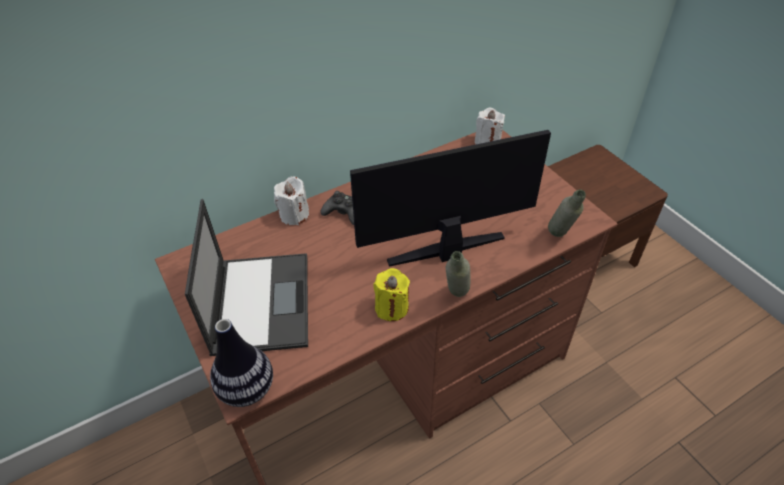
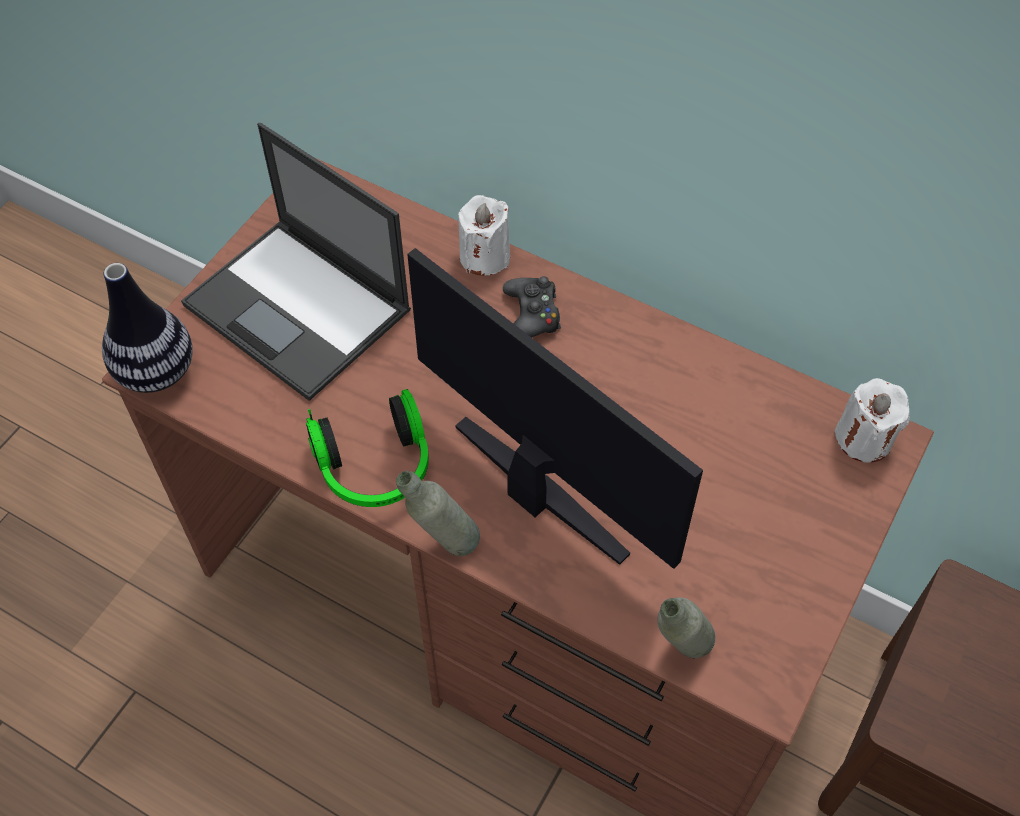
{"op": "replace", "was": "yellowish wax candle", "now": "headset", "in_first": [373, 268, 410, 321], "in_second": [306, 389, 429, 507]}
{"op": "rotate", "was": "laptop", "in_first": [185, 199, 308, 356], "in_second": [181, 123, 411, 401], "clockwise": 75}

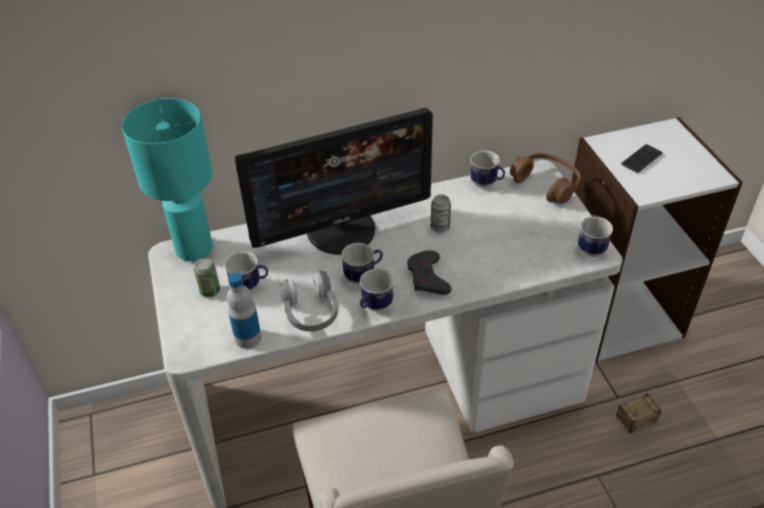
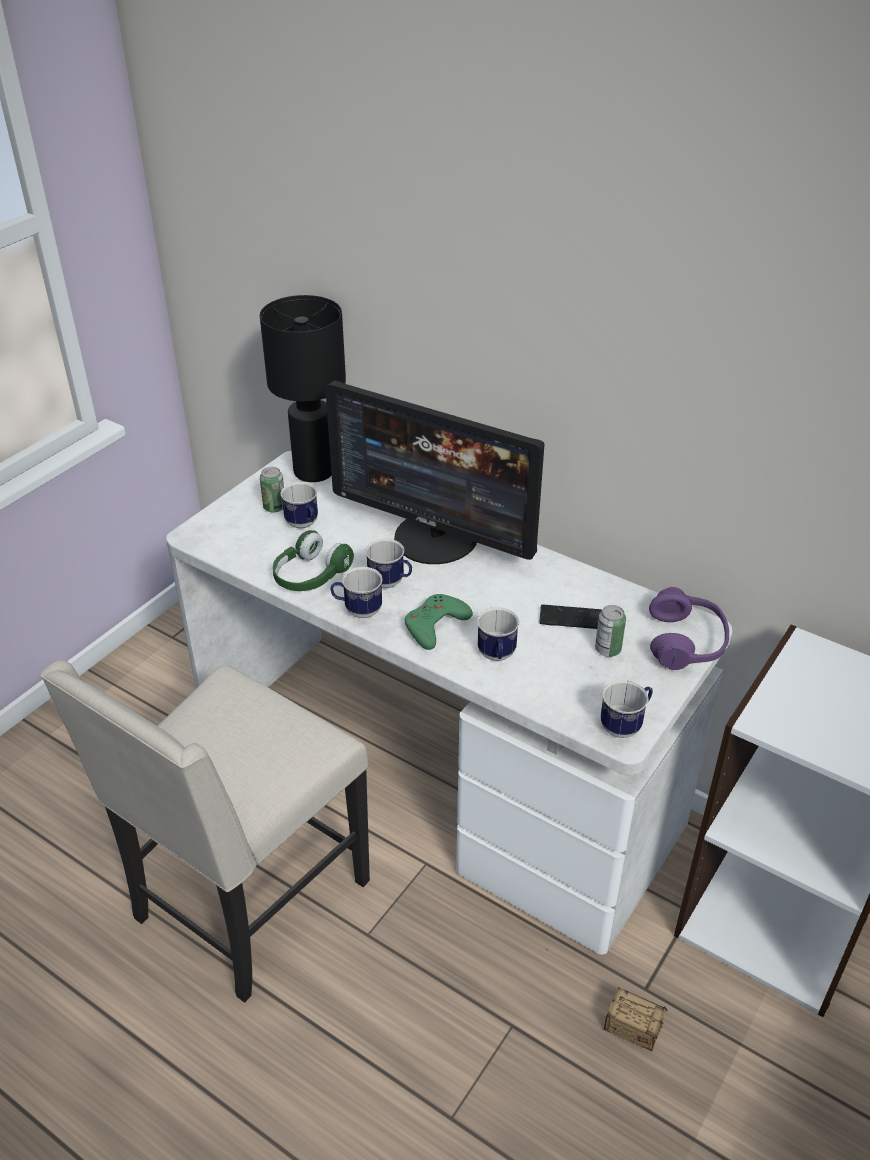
{"op": "delete", "was": "beverage bottle", "in_first": [227, 272, 262, 349]}
{"op": "move", "was": "sealed can", "in_first": [431, 195, 451, 233], "in_second": [595, 605, 626, 657]}
{"op": "move", "was": "coffee mug", "in_first": [470, 150, 505, 188], "in_second": [477, 607, 519, 661]}
{"op": "move", "was": "phone", "in_first": [621, 144, 663, 173], "in_second": [539, 604, 602, 629]}
{"op": "recolor", "was": "turquoise-coloured lamp for a table", "now": "blackish lamp for a table", "in_first": [122, 98, 213, 261], "in_second": [260, 295, 346, 482]}
{"op": "recolor", "was": "grey headset", "now": "green headset", "in_first": [280, 271, 338, 332], "in_second": [273, 530, 354, 591]}
{"op": "recolor", "was": "grey game controller", "now": "green game controller", "in_first": [407, 250, 451, 295], "in_second": [405, 594, 473, 650]}
{"op": "recolor", "was": "brown-coloured headset", "now": "purple-coloured headset", "in_first": [510, 153, 581, 204], "in_second": [649, 587, 729, 670]}

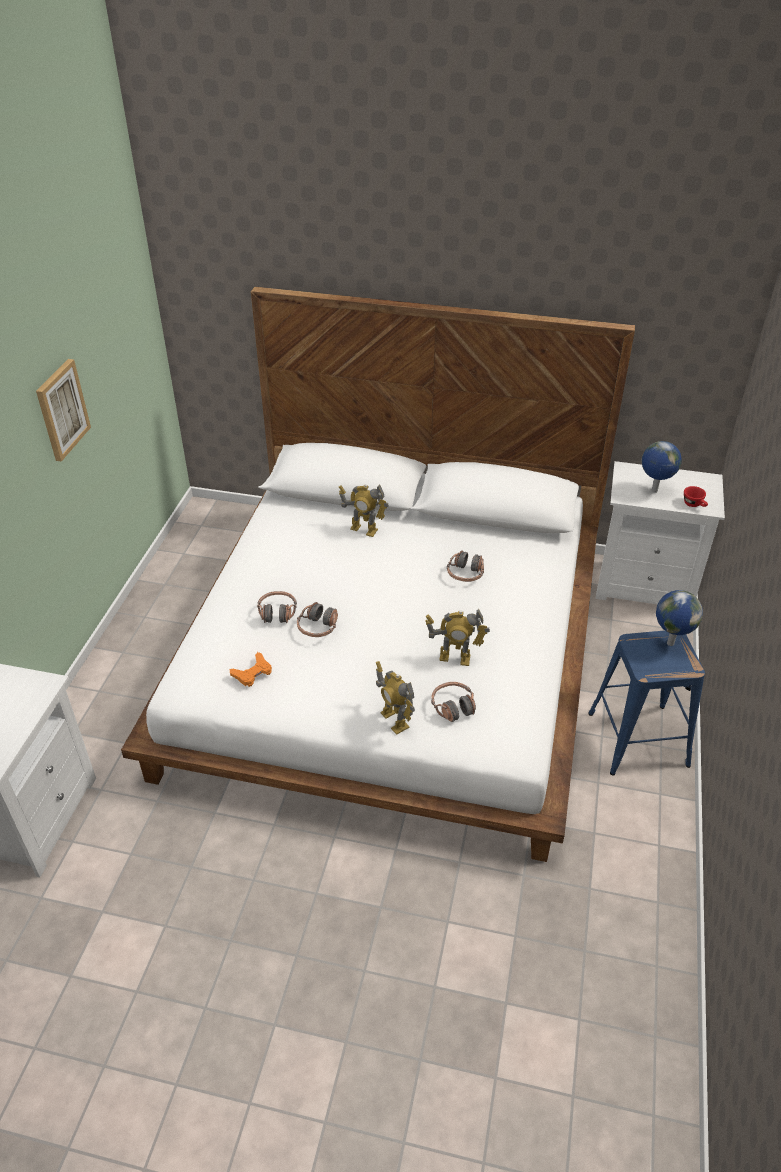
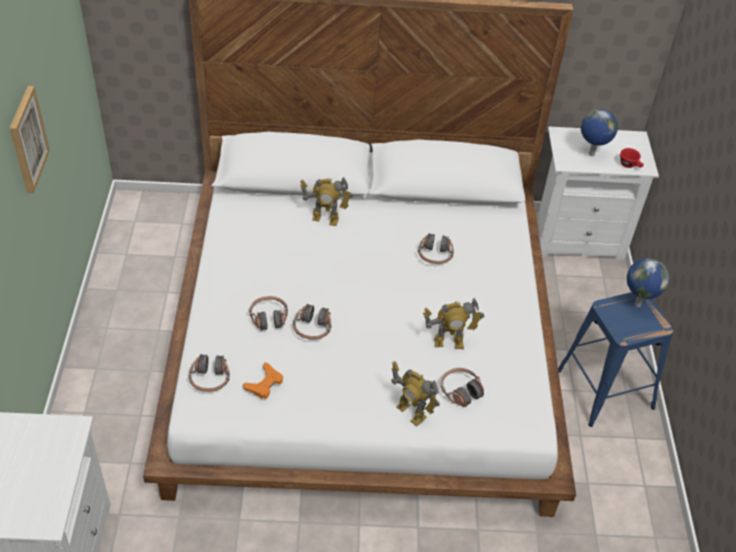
{"op": "insert", "now": "headset", "in_second": [188, 354, 230, 392]}

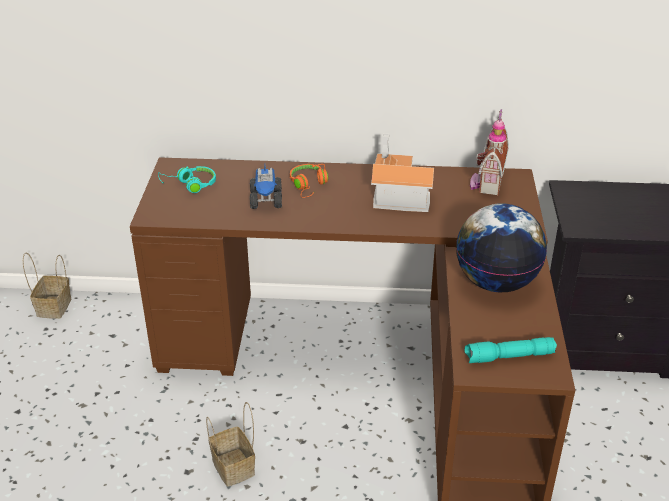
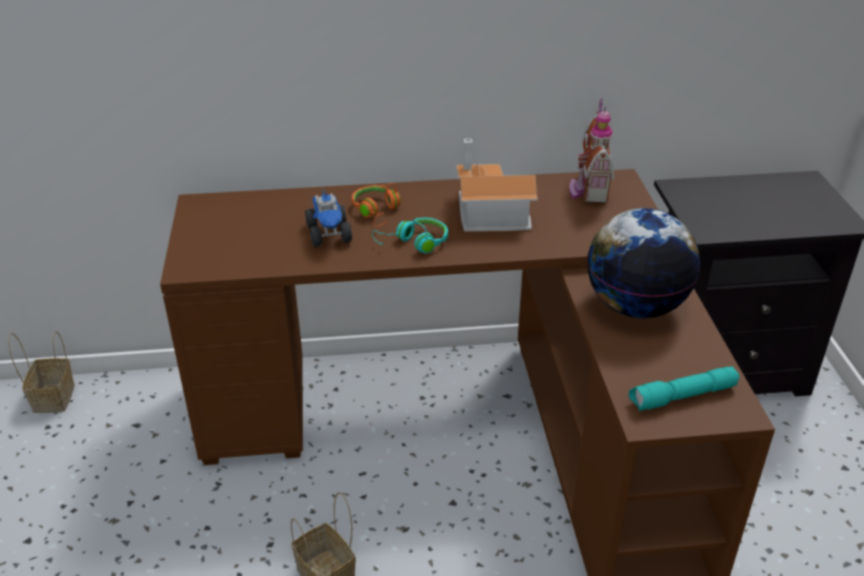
{"op": "move", "was": "turquoise-coloured headset", "in_first": [158, 166, 216, 193], "in_second": [372, 218, 448, 253]}

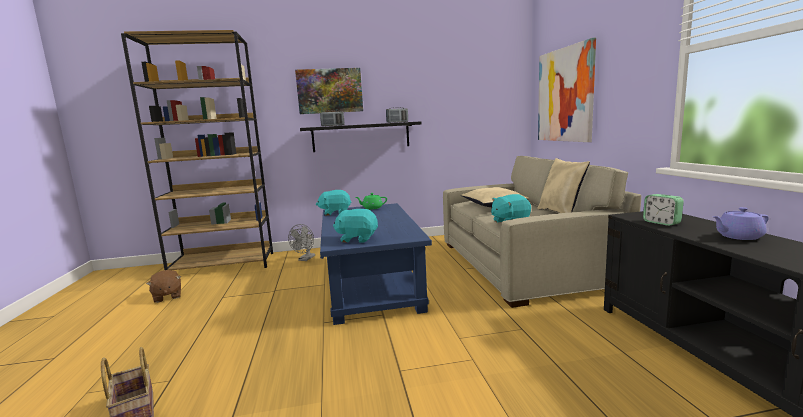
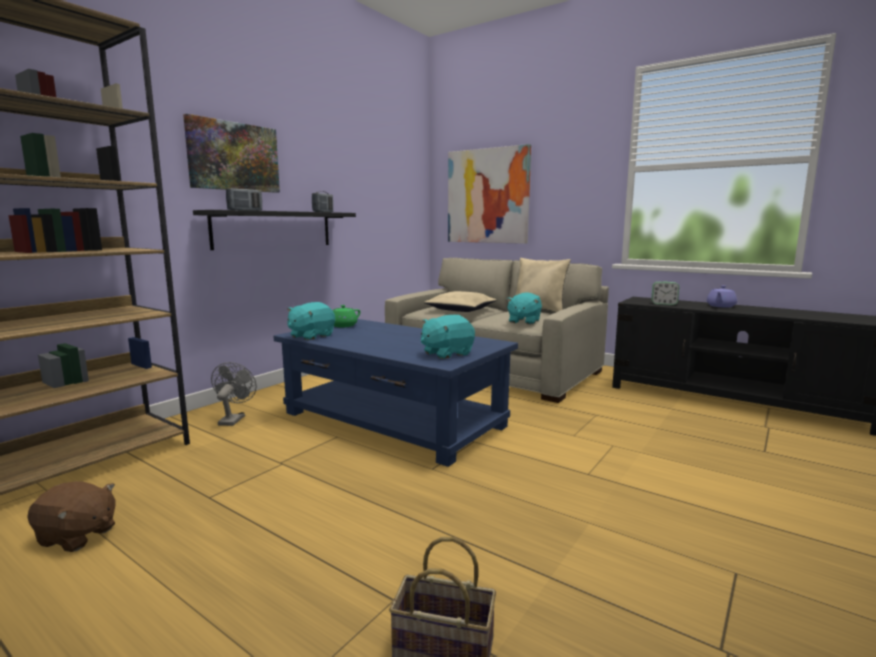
{"op": "rotate", "was": "grey electric fan", "in_first": [288, 224, 315, 261], "in_second": [211, 362, 256, 426], "clockwise": -150}

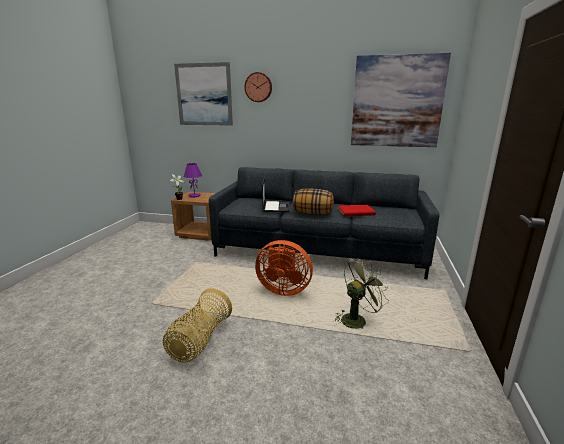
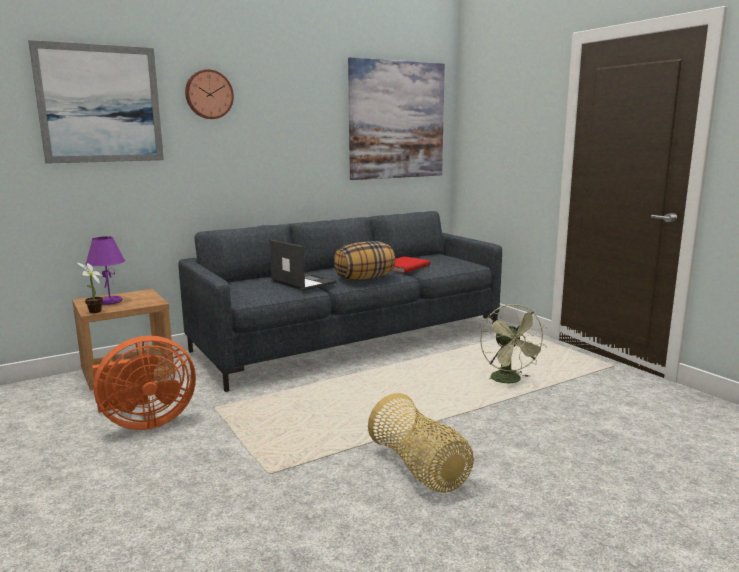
{"op": "move", "was": "orange electric fan", "in_first": [255, 240, 313, 296], "in_second": [92, 336, 196, 430]}
{"op": "rotate", "was": "green electric fan", "in_first": [334, 258, 388, 329], "in_second": [480, 304, 547, 385], "clockwise": 150}

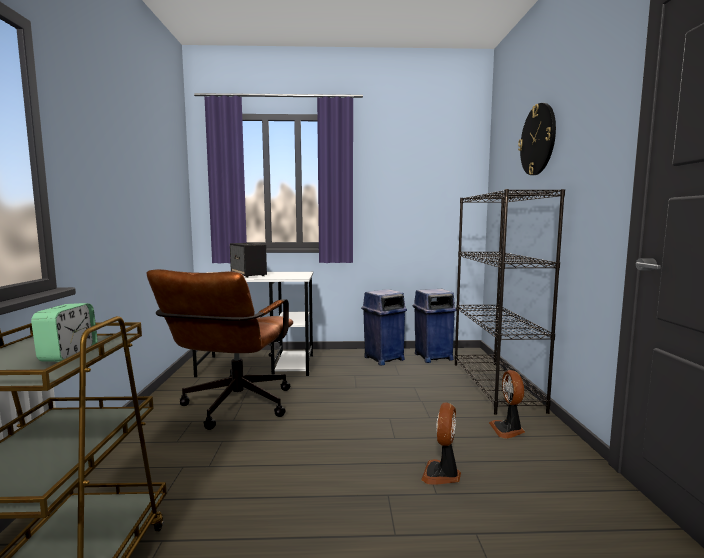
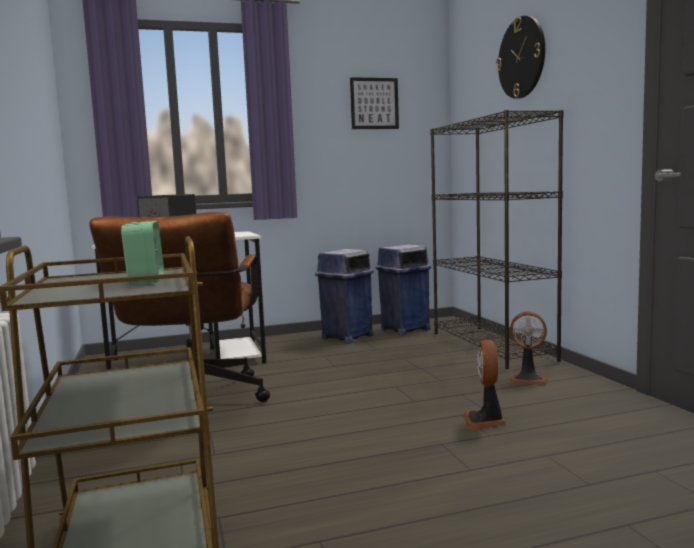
{"op": "insert", "now": "wall art", "in_second": [350, 77, 399, 129]}
{"op": "rotate", "was": "electric fan", "in_first": [489, 370, 525, 439], "in_second": [508, 311, 549, 384], "clockwise": -60}

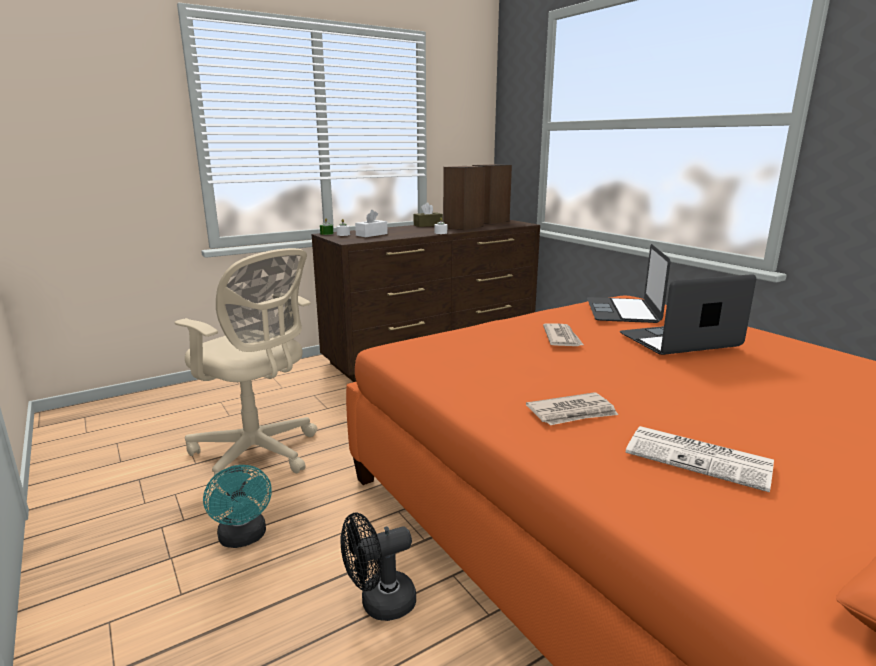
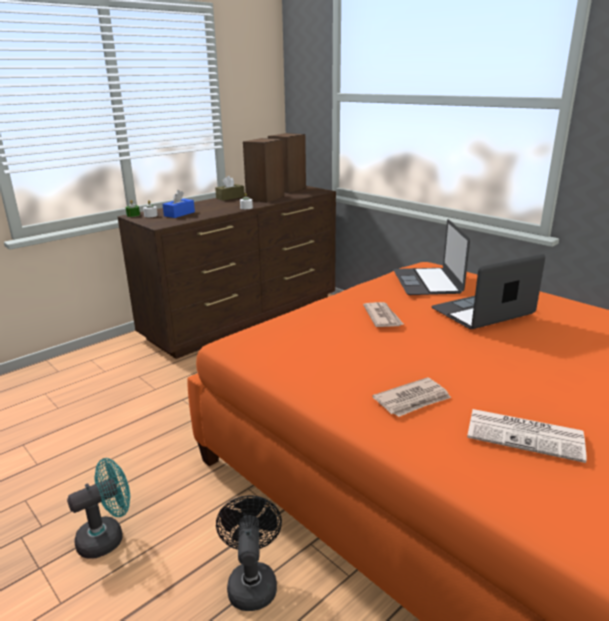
{"op": "delete", "was": "beige-coloured computer chair", "in_first": [175, 248, 317, 488]}
{"op": "recolor", "was": "white tissue holder", "now": "bluish tissue holder", "in_first": [355, 210, 388, 237], "in_second": [163, 190, 195, 218]}
{"op": "rotate", "was": "turquoise-coloured electric fan", "in_first": [203, 465, 272, 548], "in_second": [67, 458, 130, 559], "clockwise": -90}
{"op": "rotate", "was": "blackish electric fan", "in_first": [340, 513, 416, 621], "in_second": [216, 496, 282, 611], "clockwise": 120}

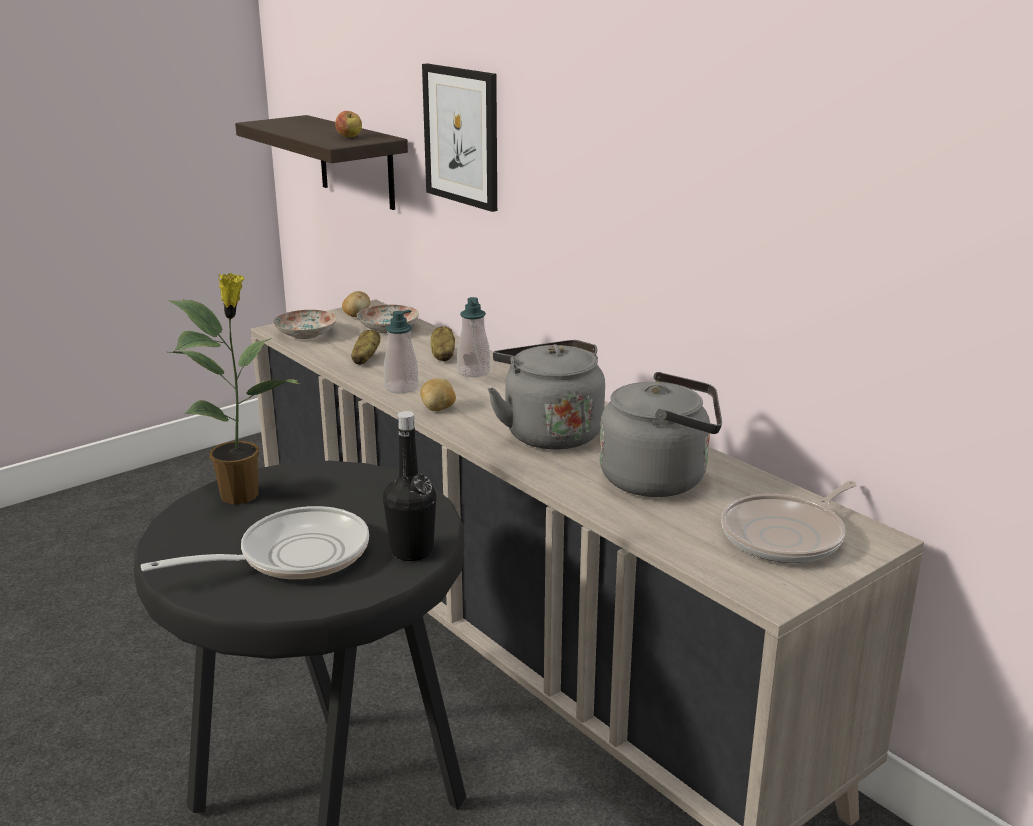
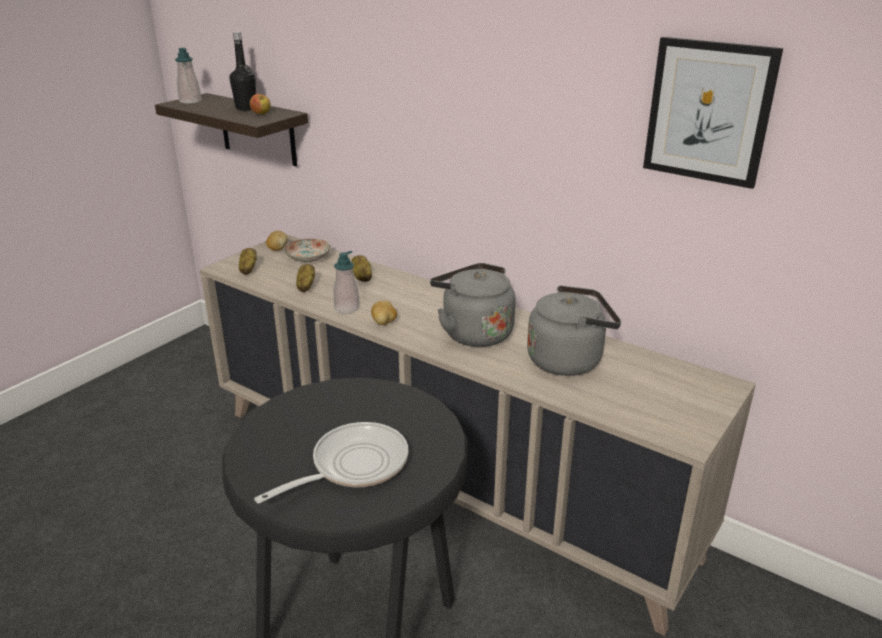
{"op": "delete", "was": "plant in a pot", "in_first": [168, 273, 300, 505]}
{"op": "delete", "was": "frying pan", "in_first": [721, 481, 857, 563]}
{"op": "move", "was": "blackish beverage bottle", "in_first": [383, 411, 436, 561], "in_second": [230, 32, 256, 111]}
{"op": "move", "was": "wall art", "in_first": [422, 64, 497, 212], "in_second": [643, 37, 783, 189]}
{"op": "move", "was": "soap bottle", "in_first": [457, 297, 490, 377], "in_second": [175, 48, 202, 104]}
{"op": "replace", "was": "dinner plate", "now": "spud", "in_first": [273, 310, 337, 339], "in_second": [239, 248, 257, 275]}

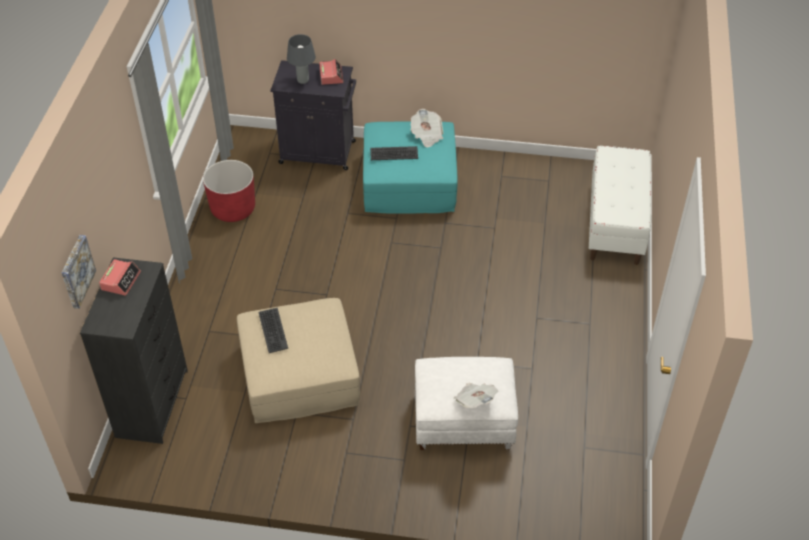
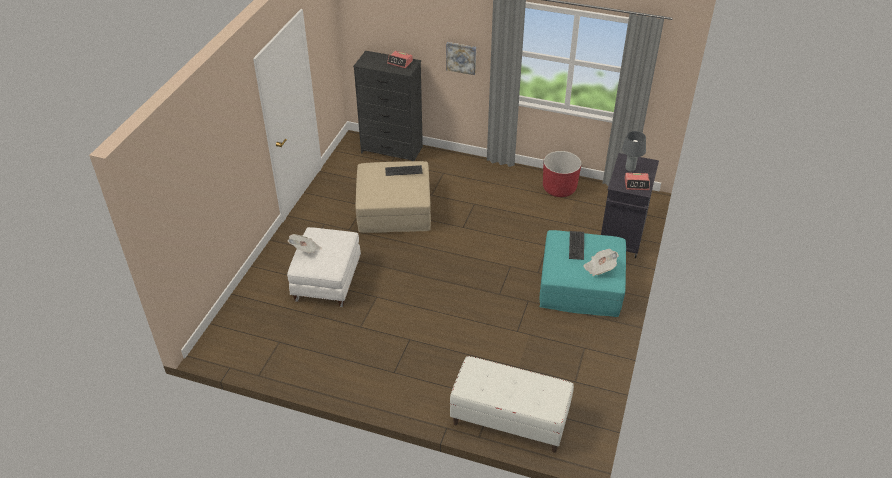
{"op": "move", "was": "wall art", "in_first": [62, 235, 96, 309], "in_second": [446, 42, 476, 75]}

